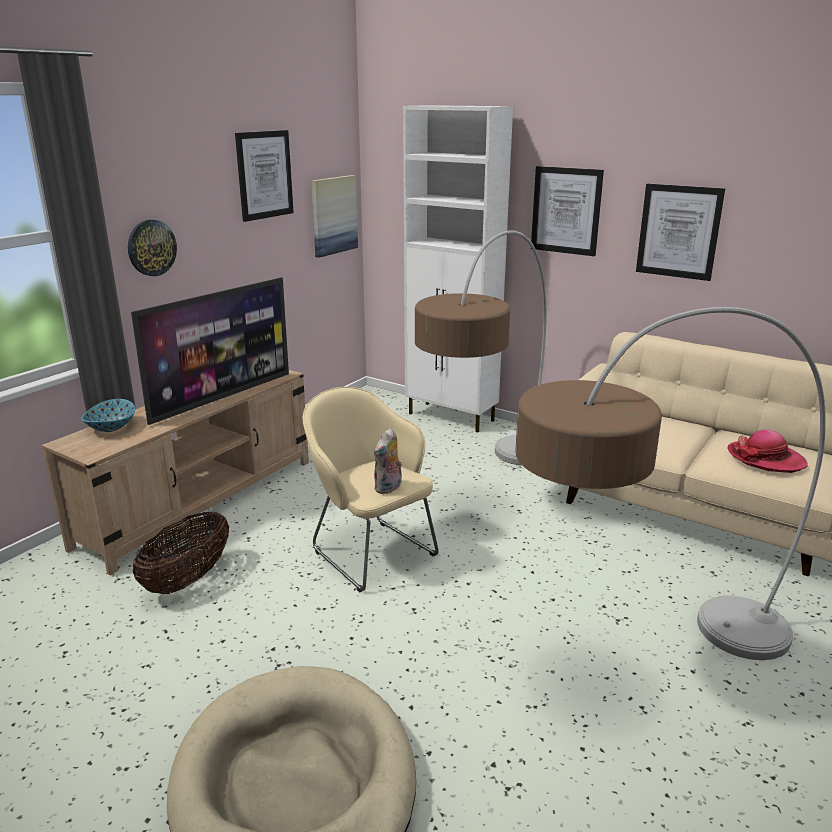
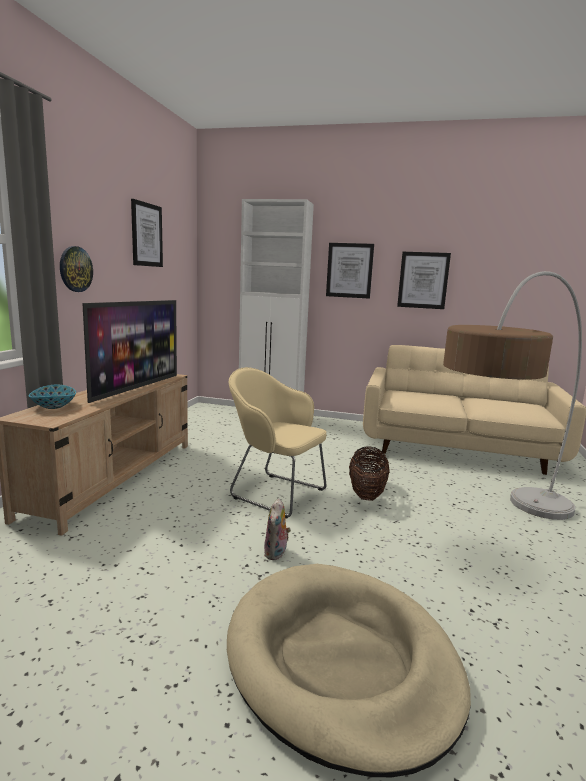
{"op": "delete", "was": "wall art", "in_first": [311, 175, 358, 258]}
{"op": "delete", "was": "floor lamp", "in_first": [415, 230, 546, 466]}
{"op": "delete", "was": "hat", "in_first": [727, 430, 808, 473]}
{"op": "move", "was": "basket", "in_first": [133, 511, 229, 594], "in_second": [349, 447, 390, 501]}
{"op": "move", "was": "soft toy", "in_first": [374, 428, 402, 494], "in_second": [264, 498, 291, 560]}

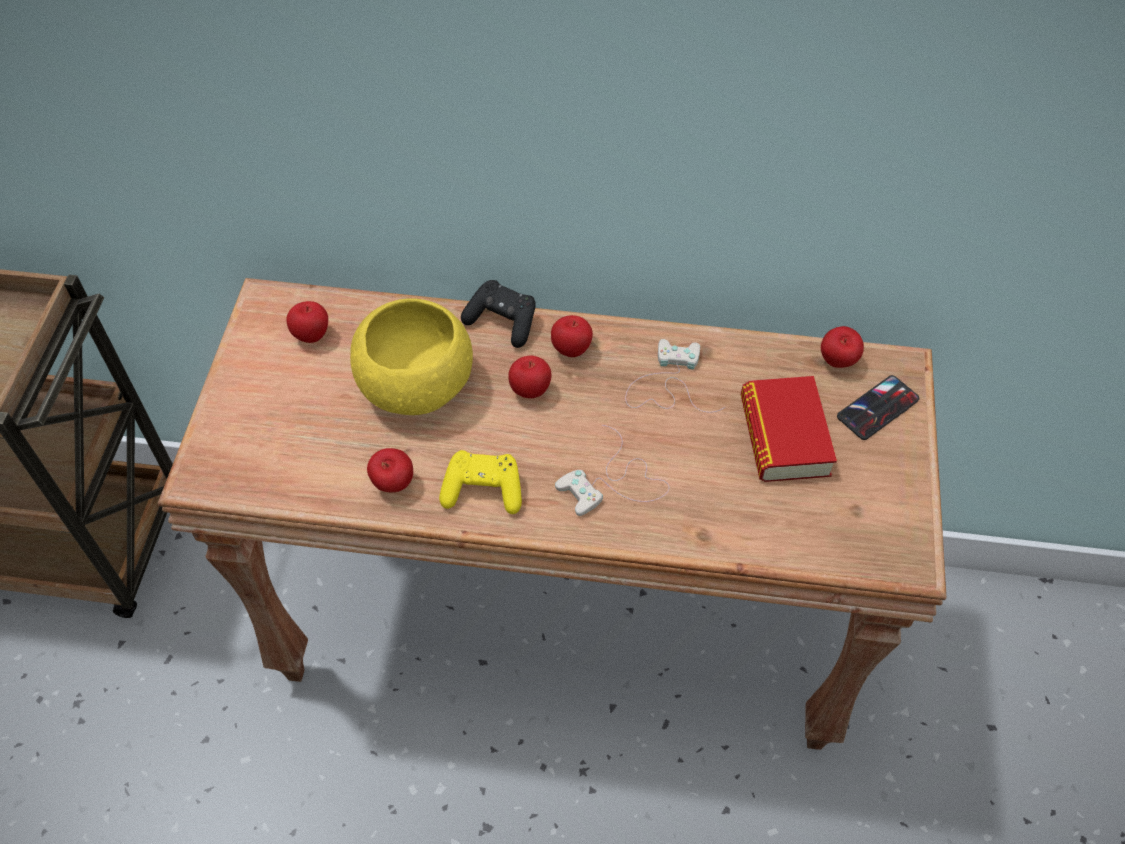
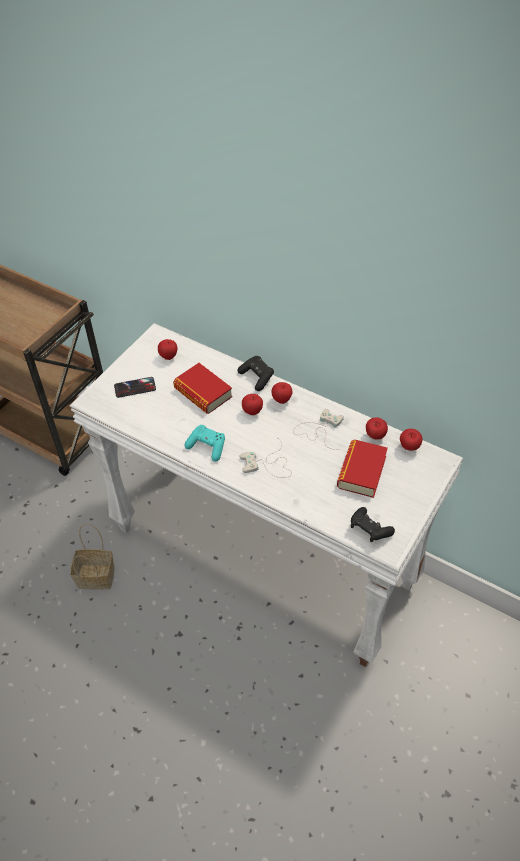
{"op": "insert", "now": "basket", "in_second": [70, 524, 115, 590]}
{"op": "insert", "now": "blackish game controller", "in_second": [351, 507, 395, 542]}
{"op": "move", "was": "whole apple", "in_first": [367, 448, 413, 492], "in_second": [366, 417, 388, 440]}
{"op": "move", "was": "phone", "in_first": [837, 375, 919, 440], "in_second": [114, 377, 156, 398]}
{"op": "replace", "was": "yellowish serving bowl", "now": "volume", "in_first": [350, 298, 473, 415], "in_second": [173, 363, 233, 414]}
{"op": "recolor", "was": "brown-coloured console table", "now": "white console table", "in_first": [158, 278, 947, 750], "in_second": [69, 323, 463, 667]}
{"op": "recolor", "was": "yellowish game controller", "now": "turquoise-coloured game controller", "in_first": [439, 450, 522, 514], "in_second": [185, 425, 225, 462]}

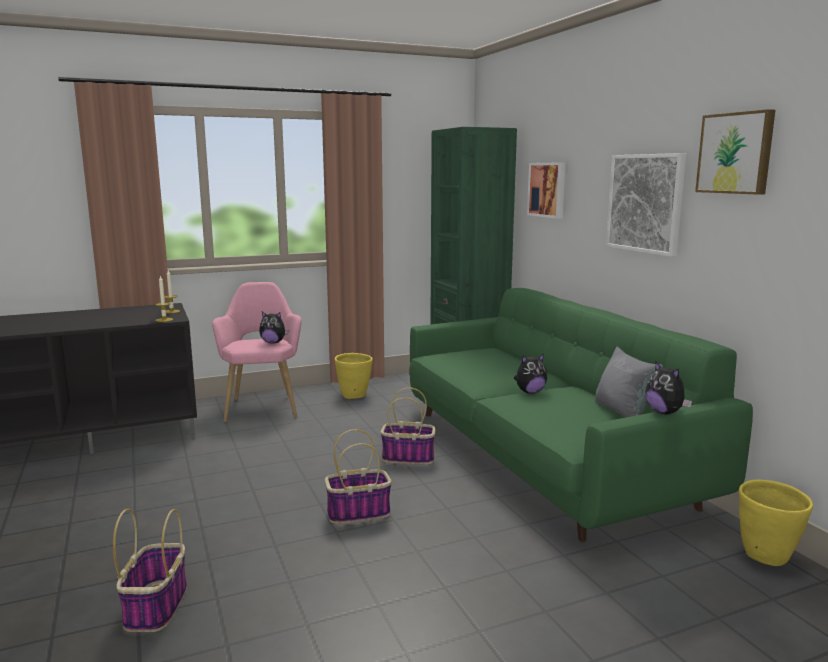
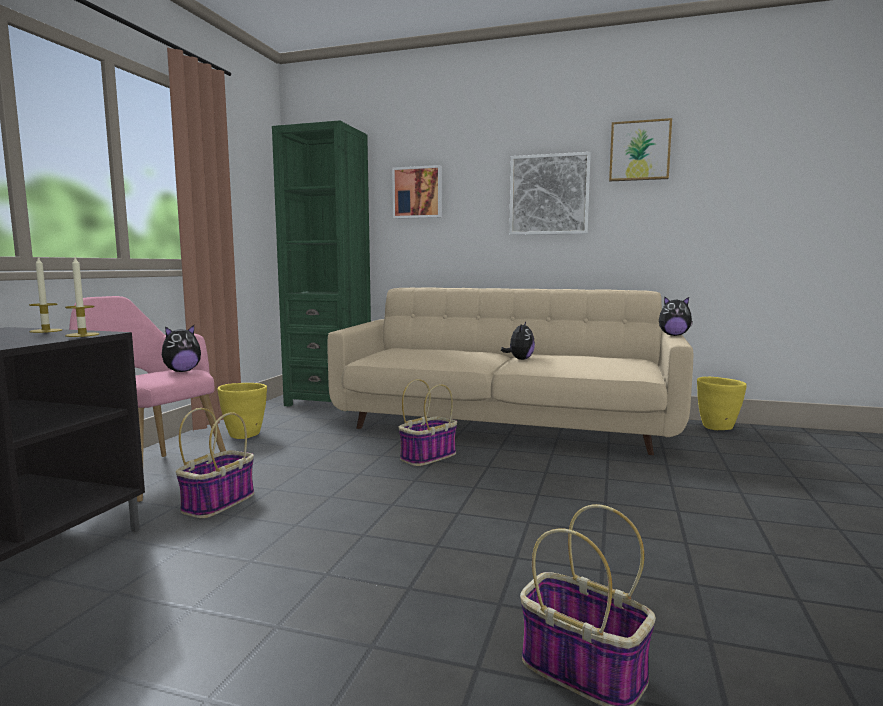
{"op": "delete", "was": "grey cushion", "in_first": [595, 347, 663, 418]}
{"op": "move", "was": "basket", "in_first": [325, 429, 392, 524], "in_second": [176, 408, 254, 518]}
{"op": "recolor", "was": "green sofa", "now": "beige-coloured sofa", "in_first": [409, 288, 753, 542], "in_second": [328, 287, 693, 455]}

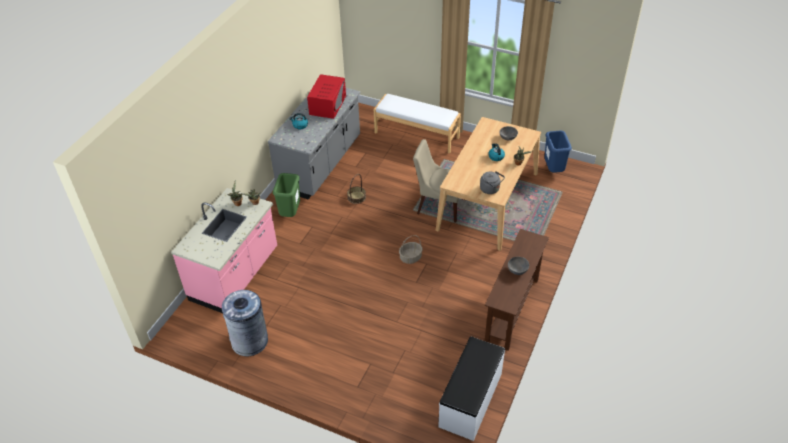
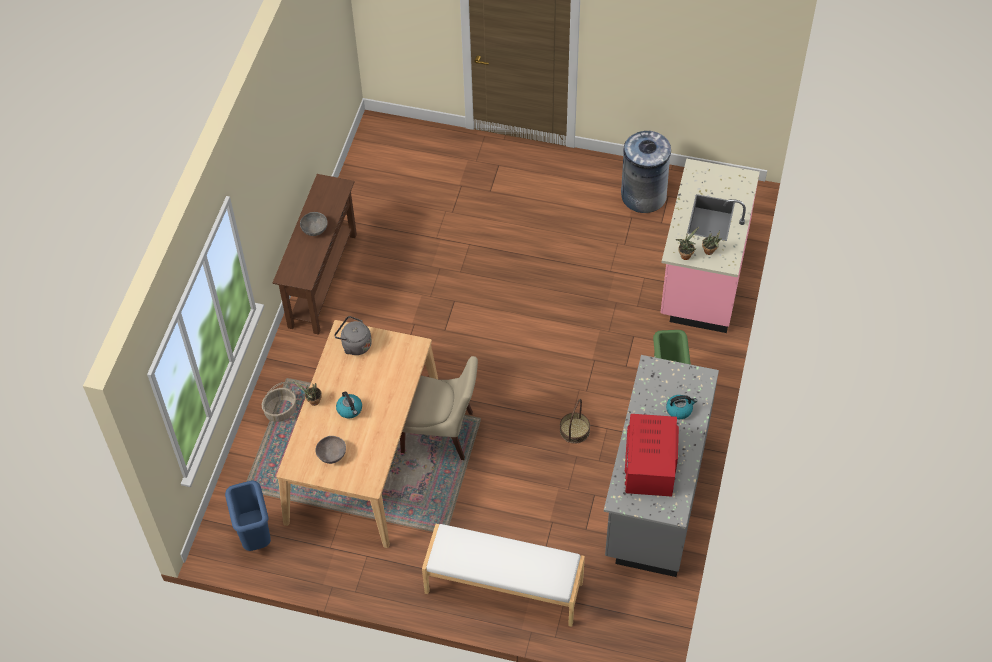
{"op": "delete", "was": "white bench", "in_first": [438, 336, 505, 441]}
{"op": "move", "was": "basket", "in_first": [399, 235, 423, 264], "in_second": [262, 382, 296, 422]}

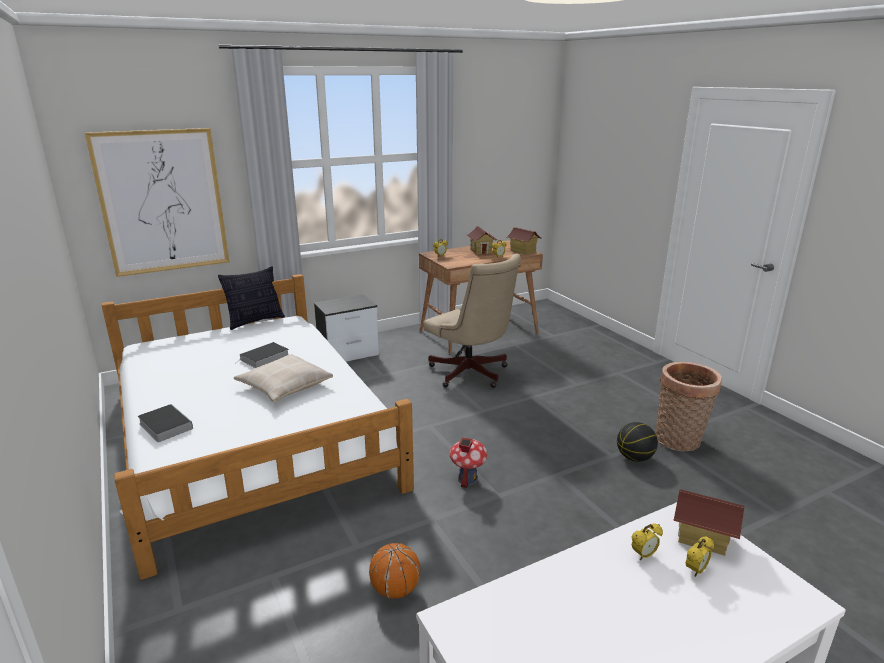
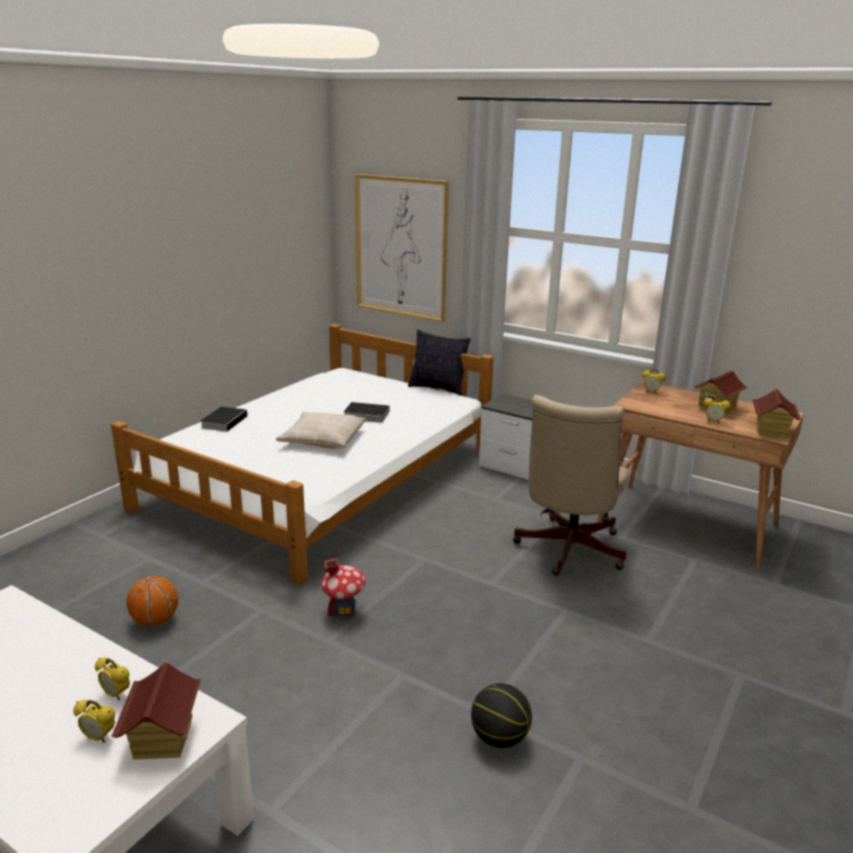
{"op": "delete", "was": "basket", "in_first": [656, 362, 722, 451]}

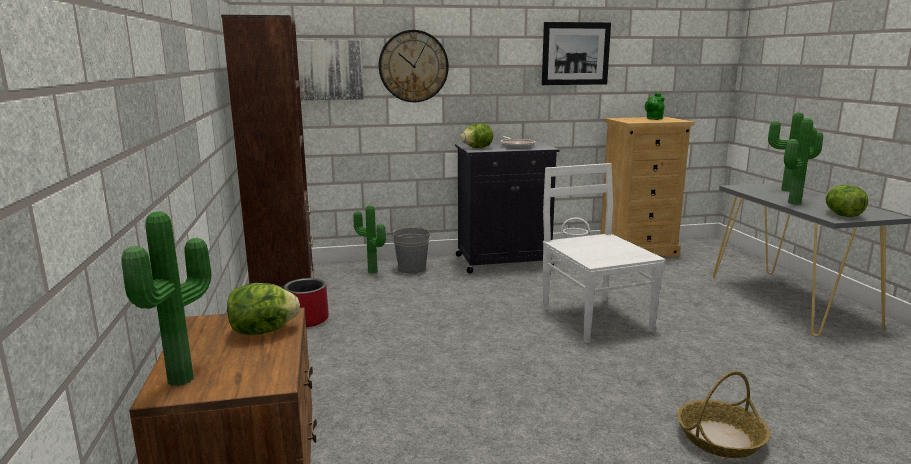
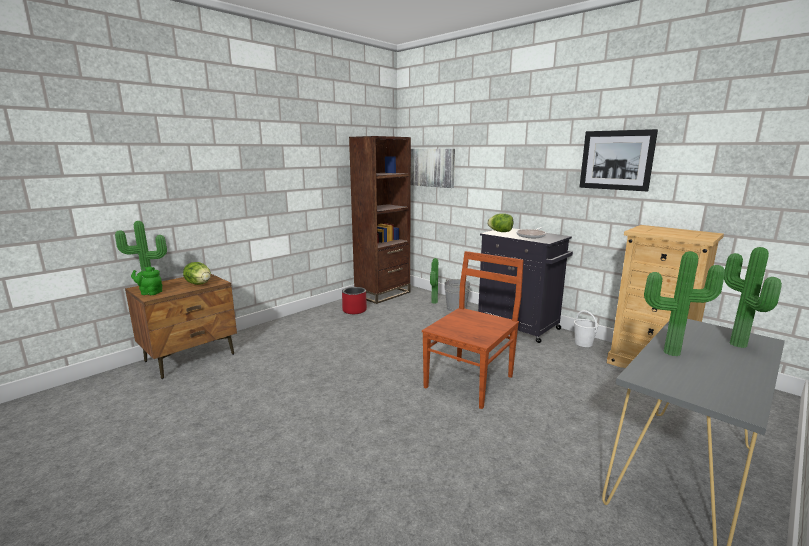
{"op": "delete", "was": "hanging clock", "in_first": [379, 30, 449, 102]}
{"op": "delete", "was": "basket", "in_first": [677, 371, 770, 458]}
{"op": "delete", "was": "lettuce head", "in_first": [825, 185, 868, 217]}
{"op": "move", "was": "green tea pot", "in_first": [645, 92, 665, 120], "in_second": [131, 267, 162, 295]}
{"op": "recolor", "was": "white chair", "now": "brown-coloured chair", "in_first": [543, 163, 665, 343], "in_second": [422, 251, 524, 409]}

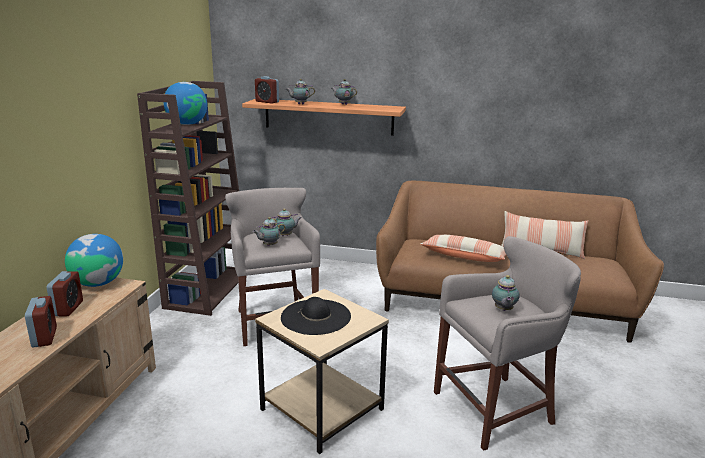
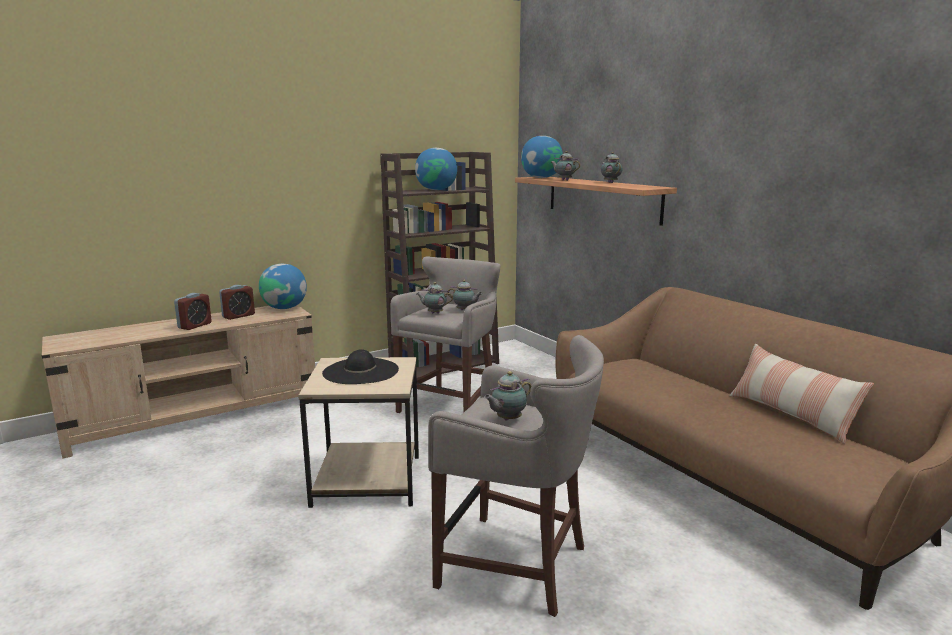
{"op": "delete", "was": "cushion", "in_first": [420, 235, 506, 262]}
{"op": "replace", "was": "table clock", "now": "globe", "in_first": [255, 76, 279, 104], "in_second": [521, 136, 563, 178]}

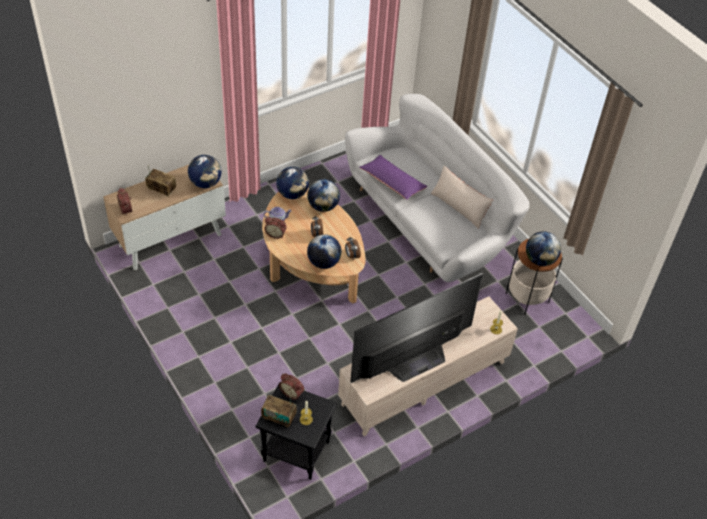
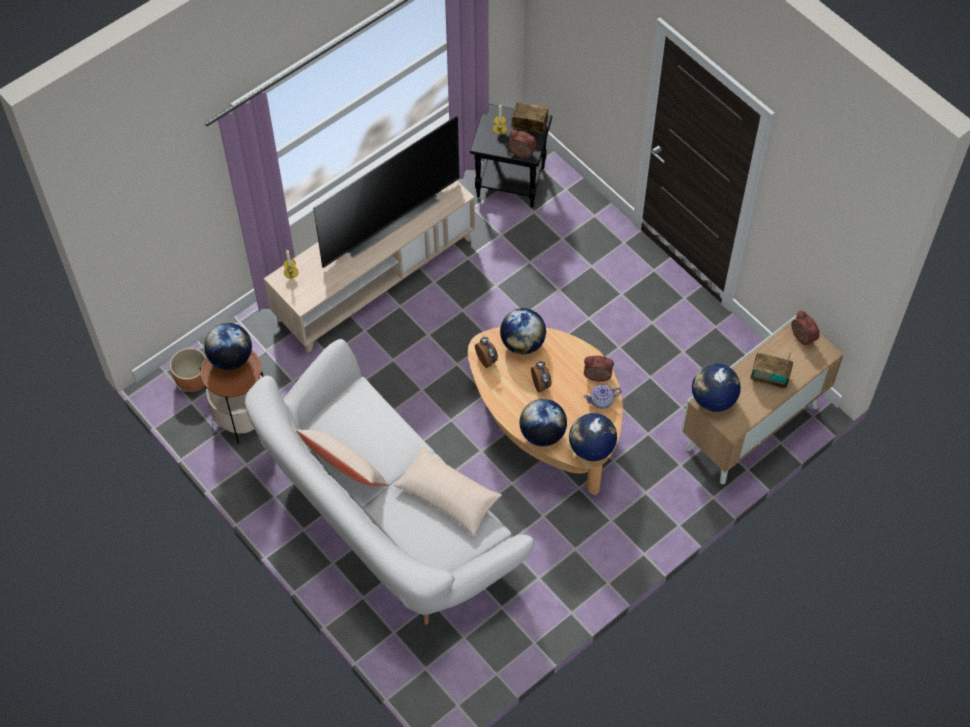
{"op": "insert", "now": "brown-coloured plant pot", "in_second": [170, 348, 206, 392]}
{"op": "recolor", "was": "purple-coloured cushion", "now": "beige-coloured cushion", "in_first": [359, 155, 427, 200], "in_second": [394, 446, 502, 535]}

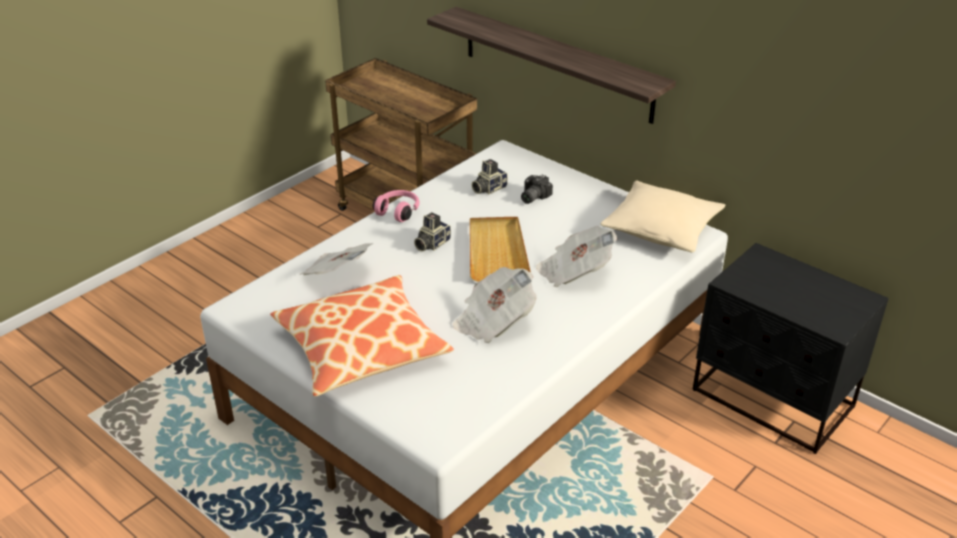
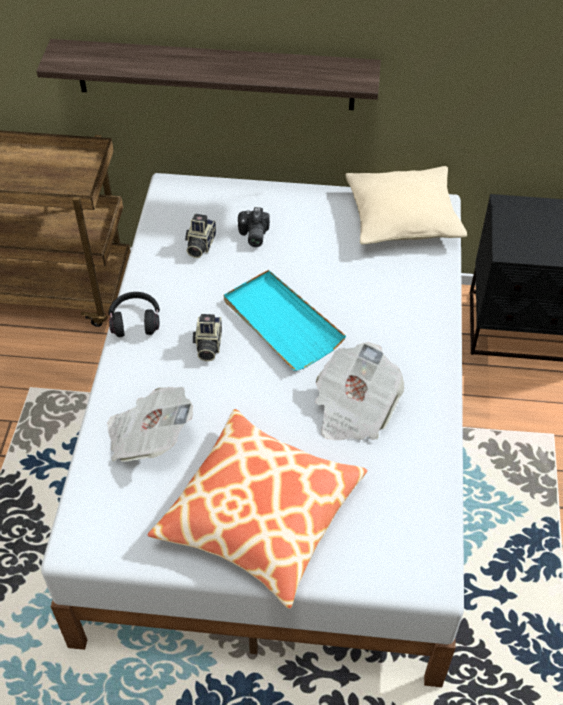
{"op": "delete", "was": "newspaper", "in_first": [536, 226, 617, 287]}
{"op": "recolor", "was": "pink headset", "now": "blackish headset", "in_first": [372, 190, 420, 222], "in_second": [109, 292, 160, 337]}
{"op": "recolor", "was": "beige-coloured serving tray", "now": "turquoise-coloured serving tray", "in_first": [470, 217, 531, 282], "in_second": [224, 270, 346, 371]}

